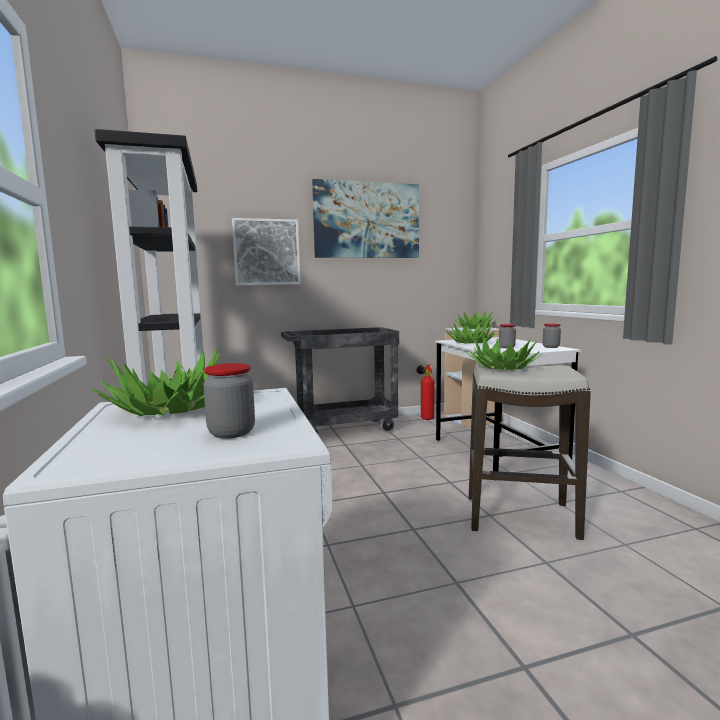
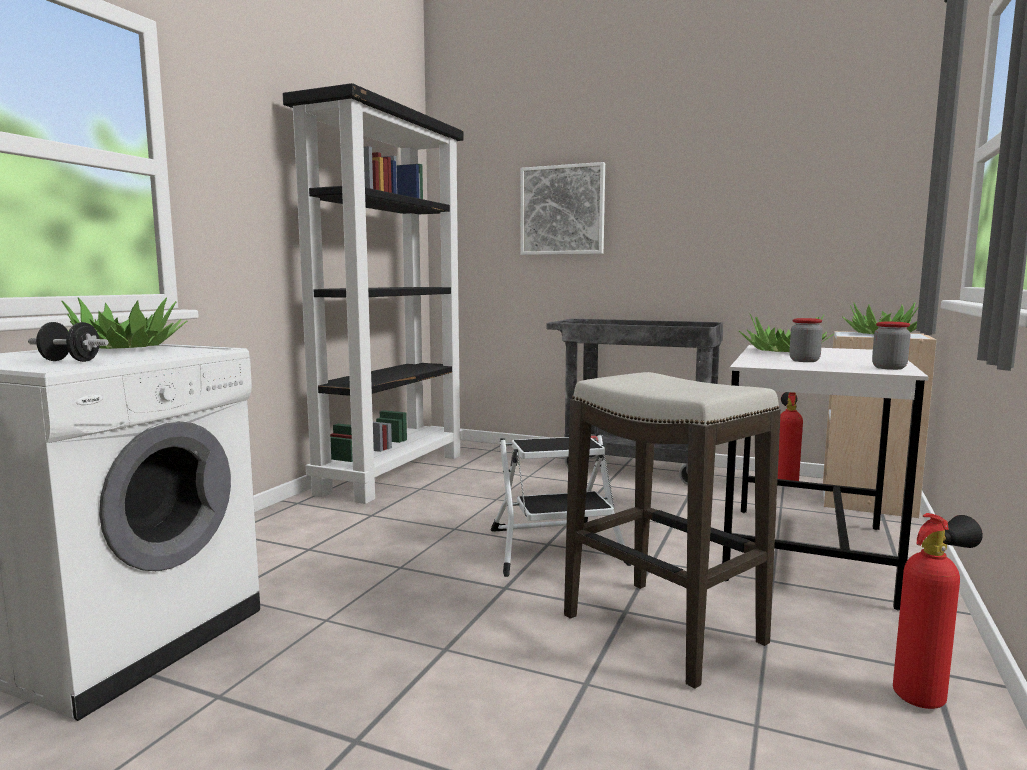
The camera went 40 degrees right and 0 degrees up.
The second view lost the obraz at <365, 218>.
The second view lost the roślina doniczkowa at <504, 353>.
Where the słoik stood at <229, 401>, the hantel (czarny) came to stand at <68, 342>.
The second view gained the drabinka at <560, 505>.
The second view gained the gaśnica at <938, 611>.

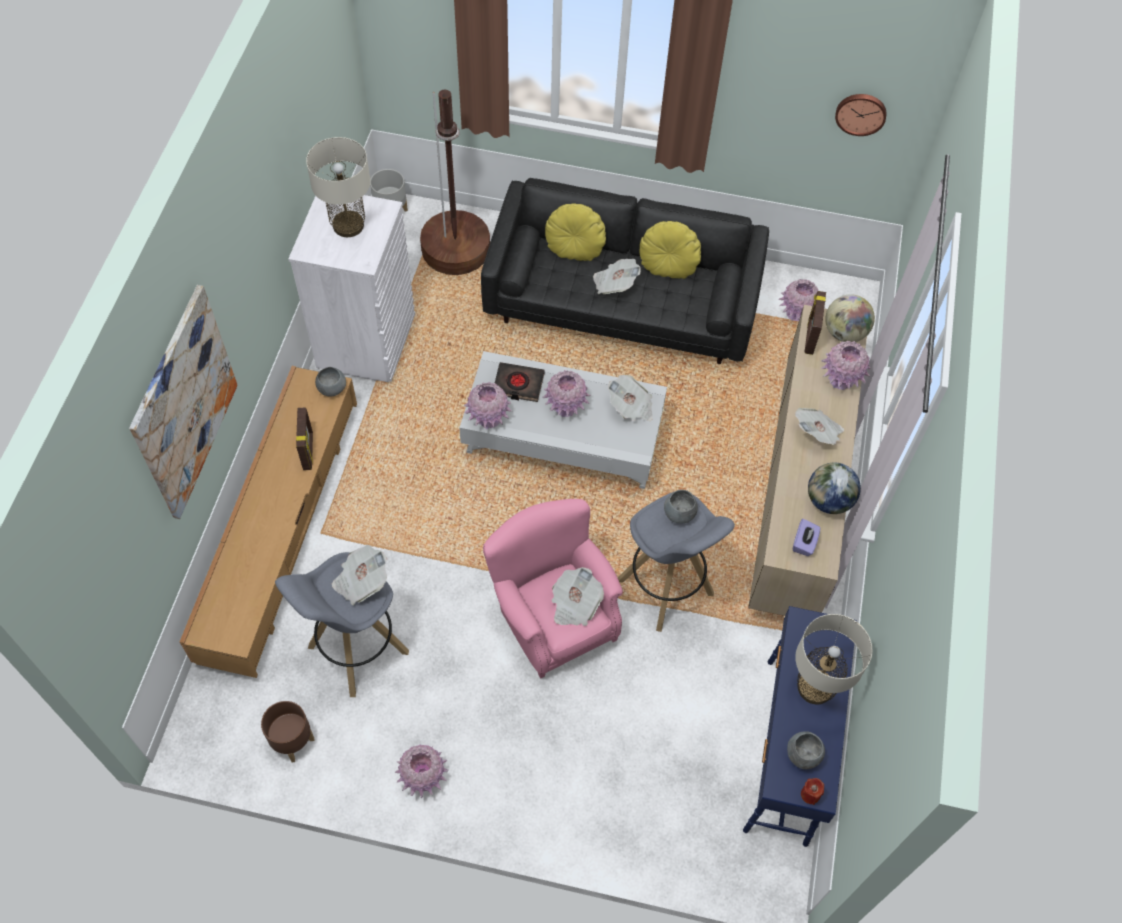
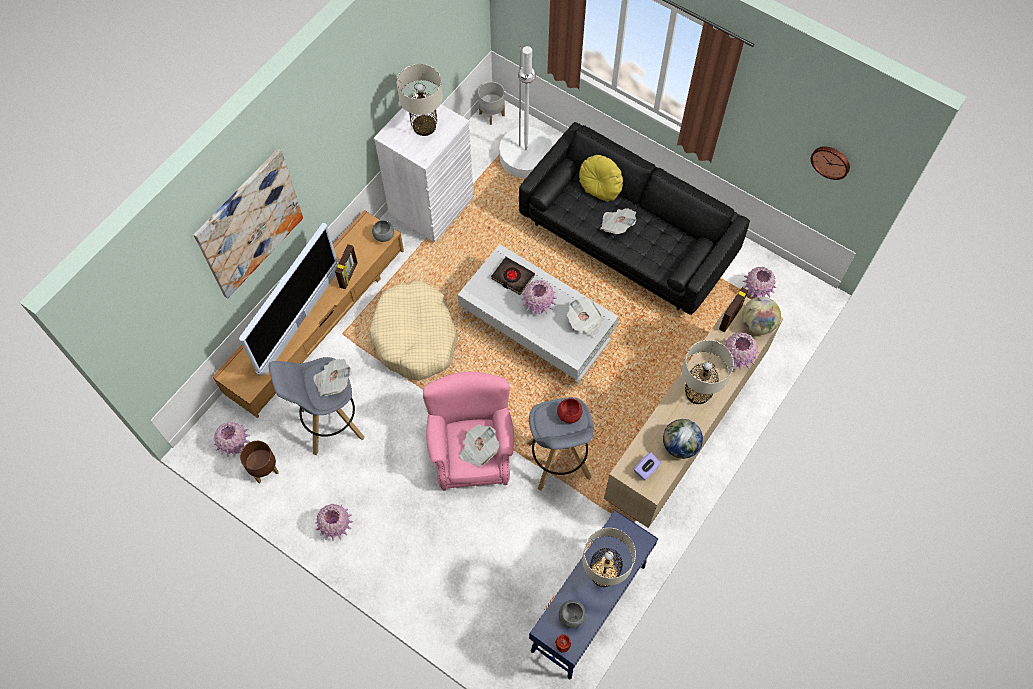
The camera went 25 degrees right and 5 degrees up.
What was the lampa stojąca (brązowy) at <455, 182> turned into the lampa stojąca (biały) at <526, 112>.
The second view lost the poduszka (żółty) at <670, 250>.
The wazon (różowy) ended up elsewhere, having gone from <488, 406> to <232, 439>.
Where the gazeta stood at <820, 426>, the lampa stołowa came to stand at <708, 372>.
What was the miska (szary) at <681, 506> turned into the miska (czerwony) at <569, 411>.
The second view gained the telewizor at <288, 299>.
The second view gained the legowisko (beżowy) at <414, 330>.

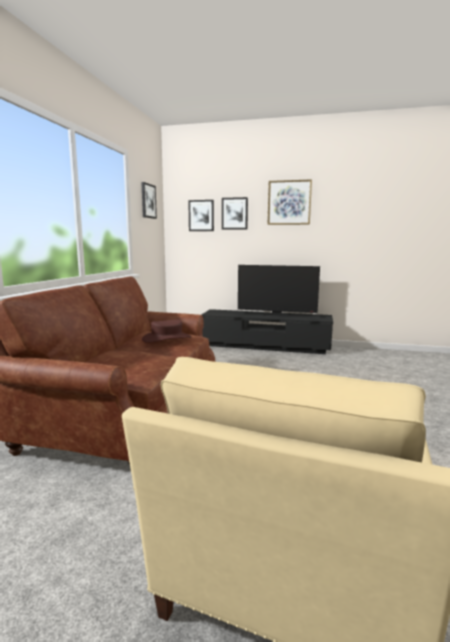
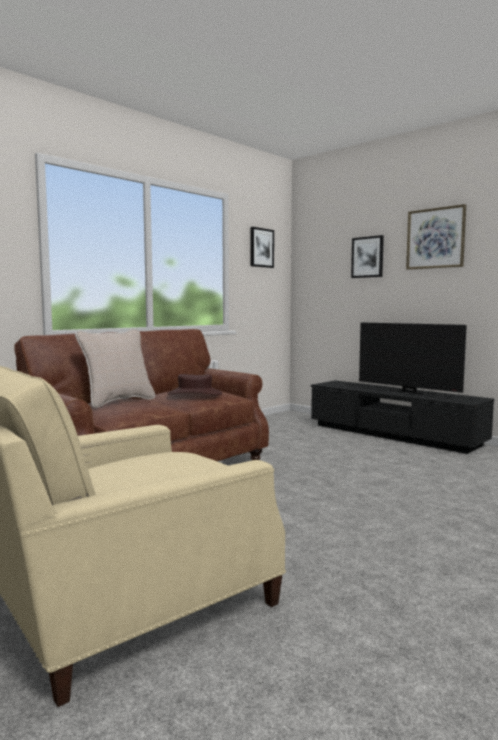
The camera went 30 degrees right and 5 degrees down.
The second view lost the obraz at <201, 215>.
The second view gained the poduszka (beżowy) at <115, 368>.

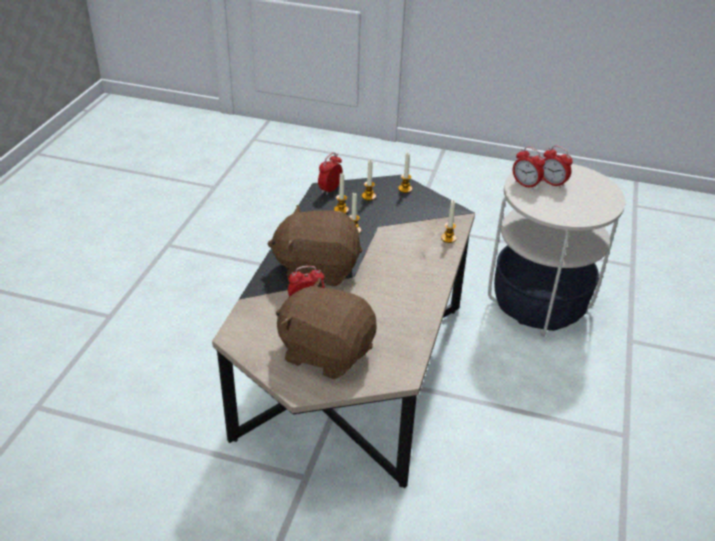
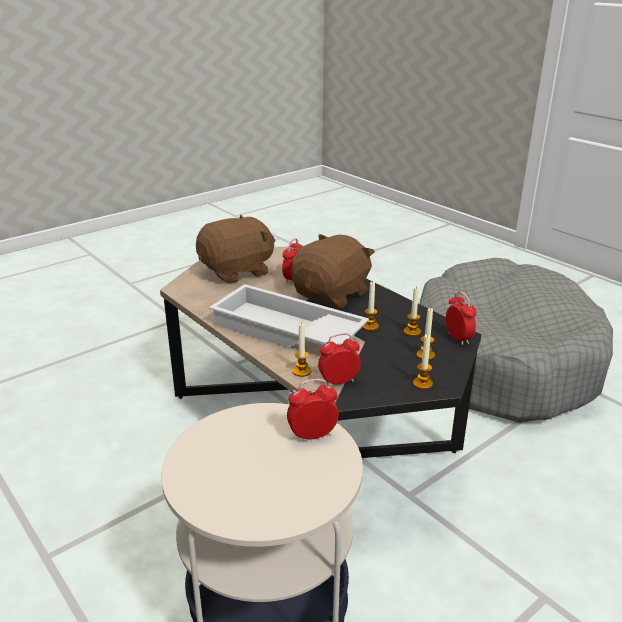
The camera went 125 degrees right and 10 degrees down.
The budzik ended up elsewhere, having gone from <557, 166> to <339, 359>.
The second view gained the legowisko (szary) at <516, 340>.
The second view gained the taca (biały) at <289, 316>.

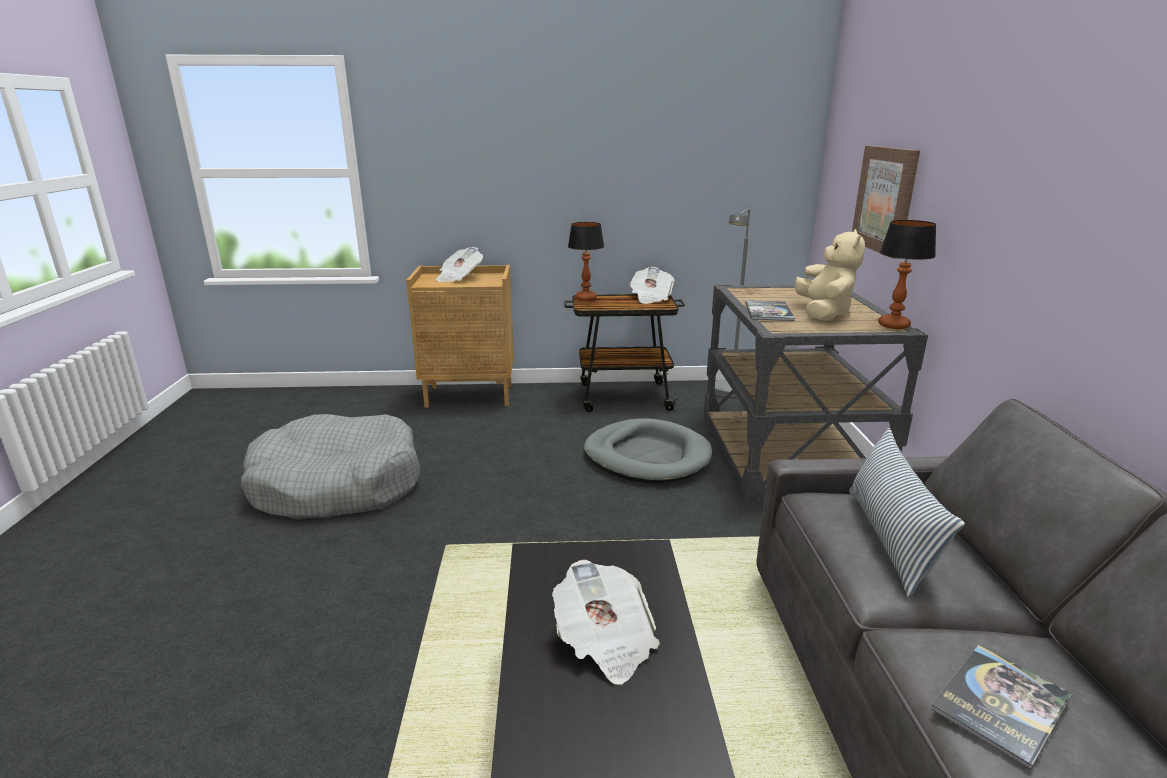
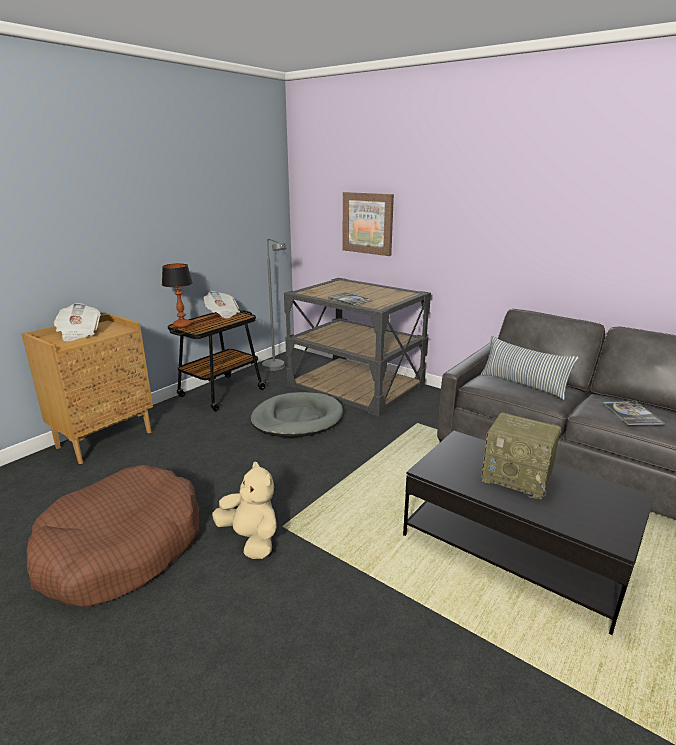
The camera went 50 degrees left and 0 degrees up.
The second view lost the lampa stołowa at <907, 274>.
The pluszak (beżowy) ended up elsewhere, having gone from <829, 275> to <244, 510>.
What was the legowisko (szary) at <330, 467> turned into the legowisko (brązowy) at <113, 536>.
Where the gazeta stood at <606, 622>, the radio came to stand at <521, 456>.

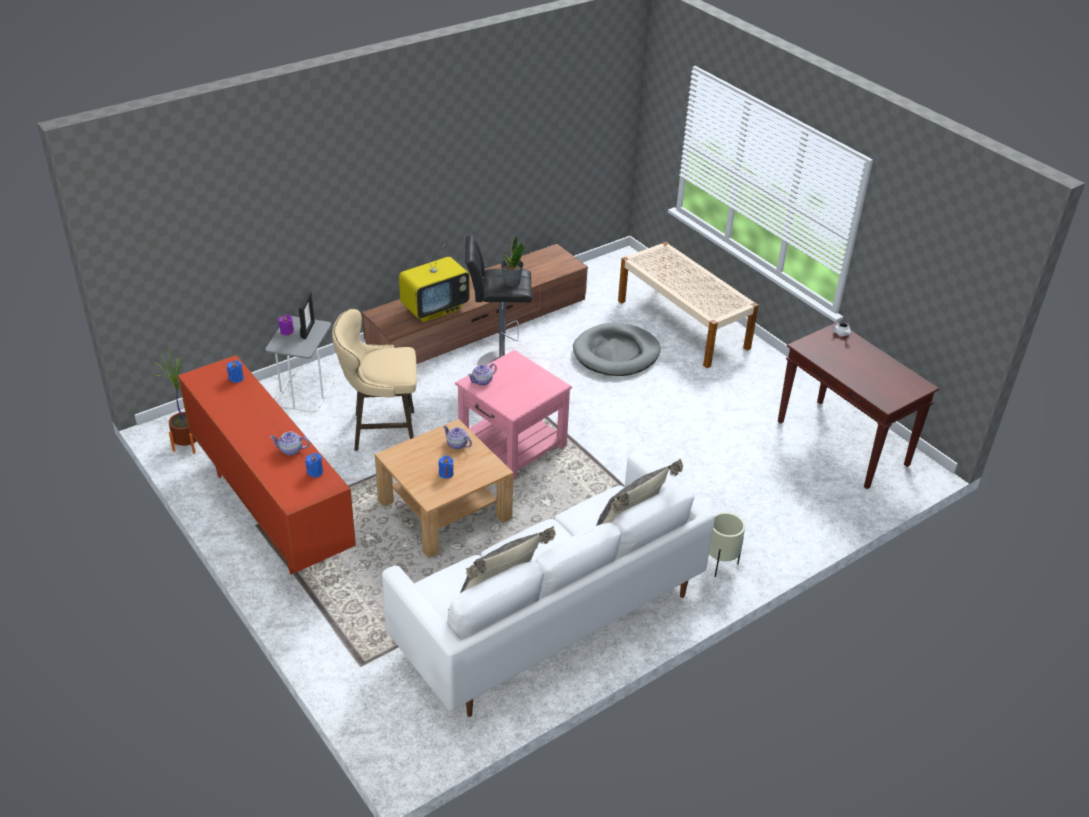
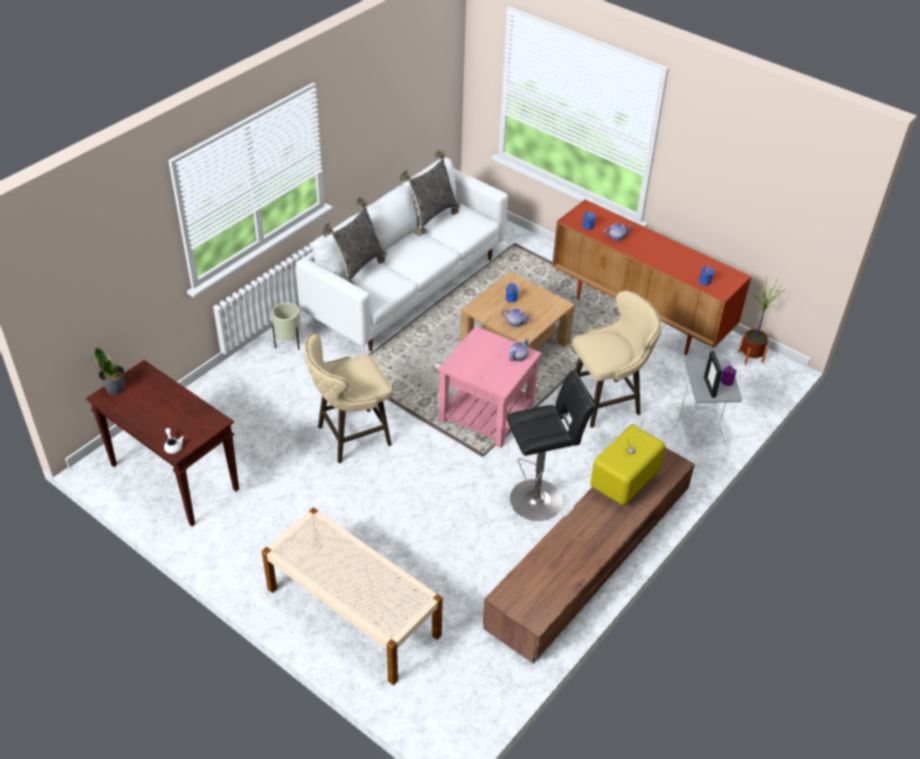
The camera went 165 degrees right and 5 degrees up.
The roślina doniczkowa ended up elsewhere, having gone from <512, 261> to <109, 371>.
The second view lost the legowisko (szary) at <617, 349>.
The second view gained the stołek (beżowy) at <348, 398>.

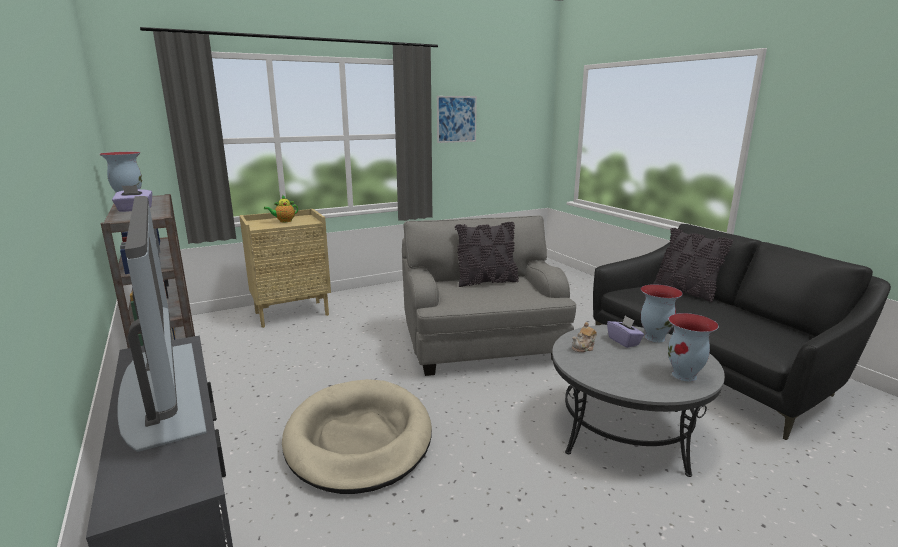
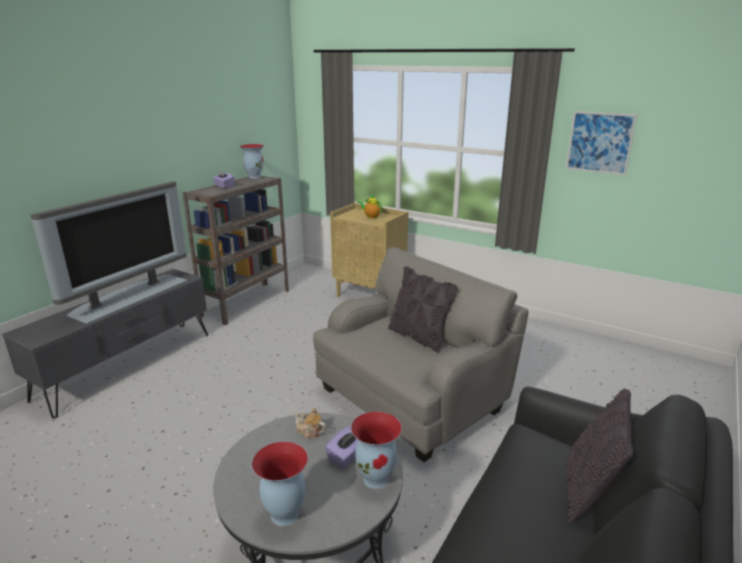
The camera went 60 degrees right and 5 degrees up.
The second view lost the legowisko (beżowy) at <357, 436>.

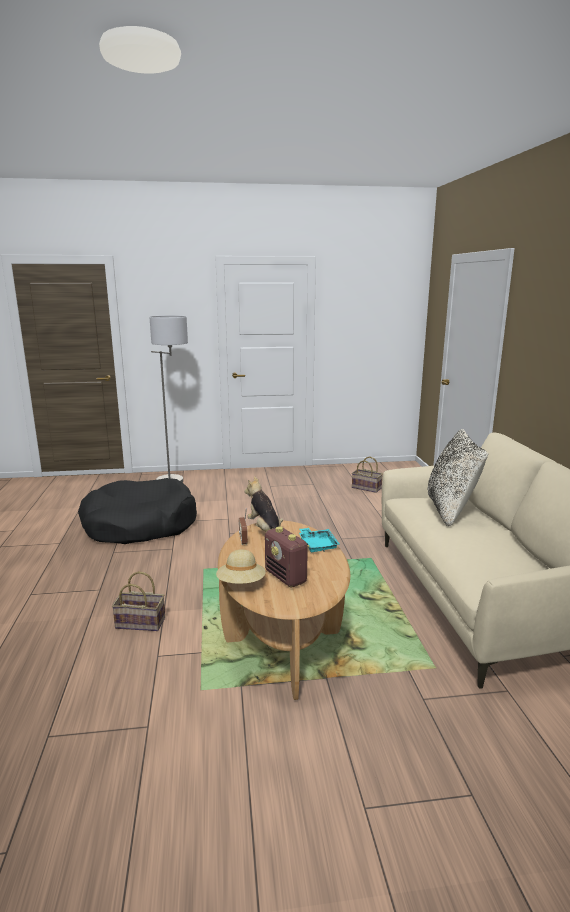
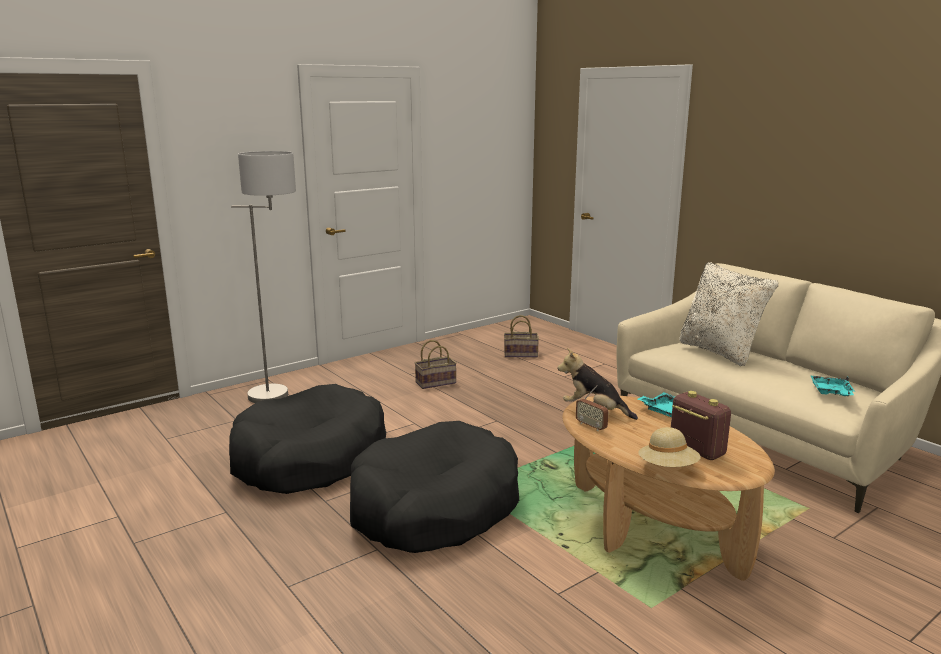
The camera went 30 degrees left and 0 degrees up.
The radio at <287, 556> ended up facing another way, 150 degrees counterclockwise from before.
The koszyk ended up elsewhere, having gone from <138, 601> to <435, 364>.
The second view gained the taca (turkusowy) at <832, 385>.
The second view gained the legowisko (czarny) at <434, 487>.

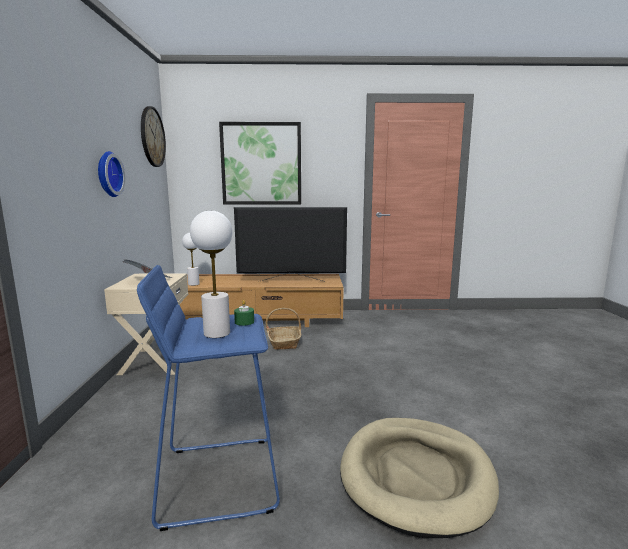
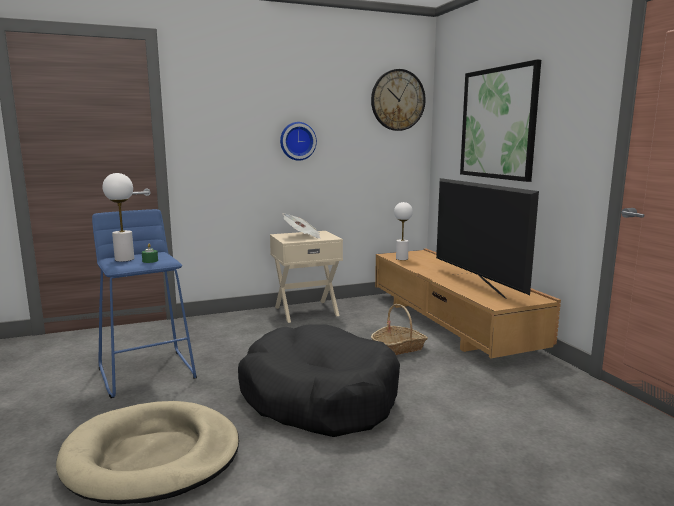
The camera went 70 degrees right and 0 degrees up.
The second view gained the legowisko (czarny) at <319, 380>.

